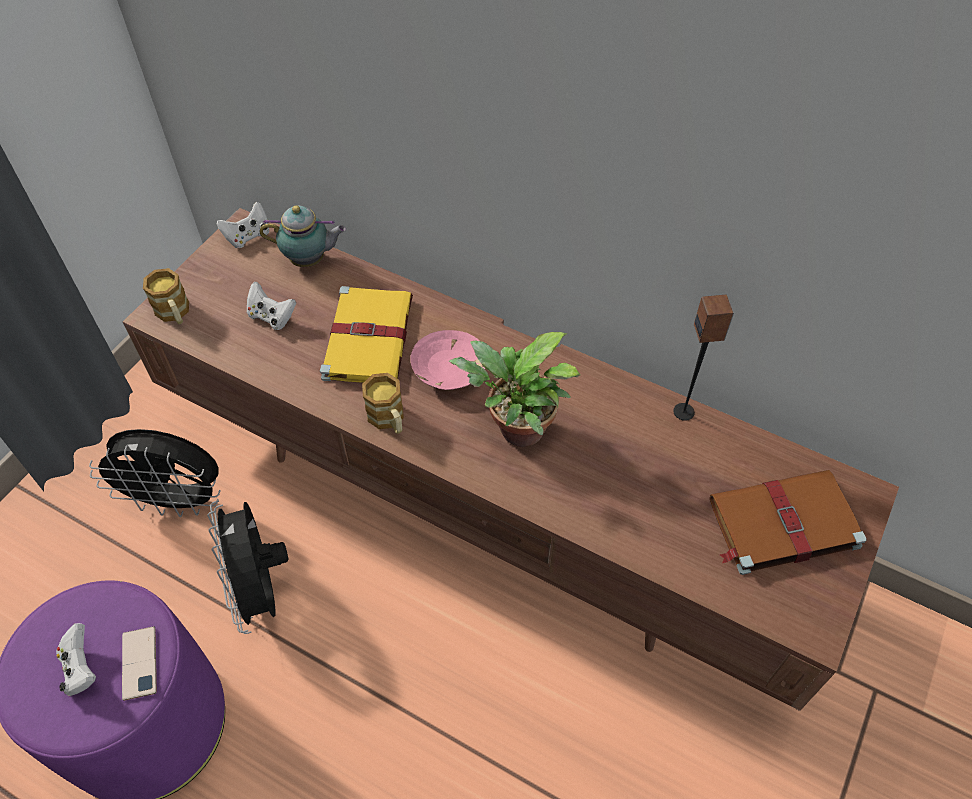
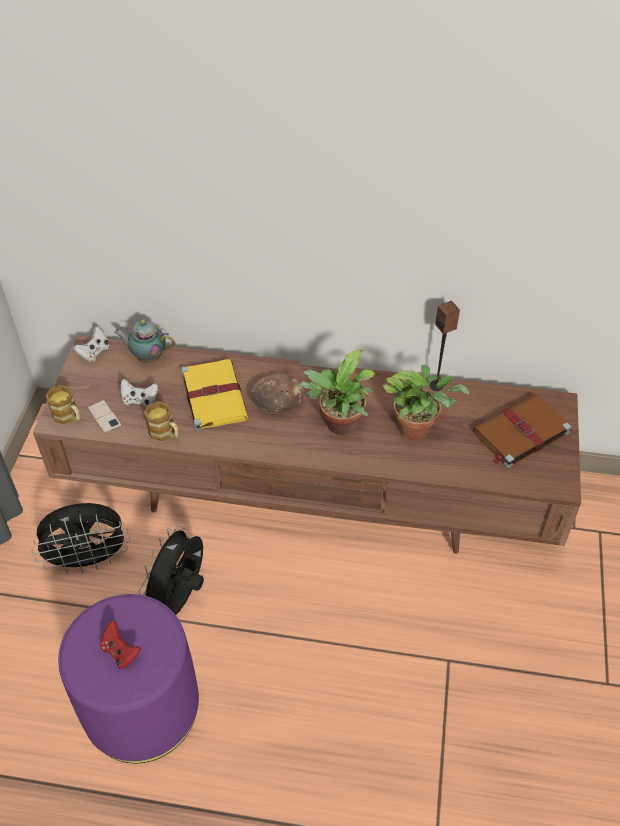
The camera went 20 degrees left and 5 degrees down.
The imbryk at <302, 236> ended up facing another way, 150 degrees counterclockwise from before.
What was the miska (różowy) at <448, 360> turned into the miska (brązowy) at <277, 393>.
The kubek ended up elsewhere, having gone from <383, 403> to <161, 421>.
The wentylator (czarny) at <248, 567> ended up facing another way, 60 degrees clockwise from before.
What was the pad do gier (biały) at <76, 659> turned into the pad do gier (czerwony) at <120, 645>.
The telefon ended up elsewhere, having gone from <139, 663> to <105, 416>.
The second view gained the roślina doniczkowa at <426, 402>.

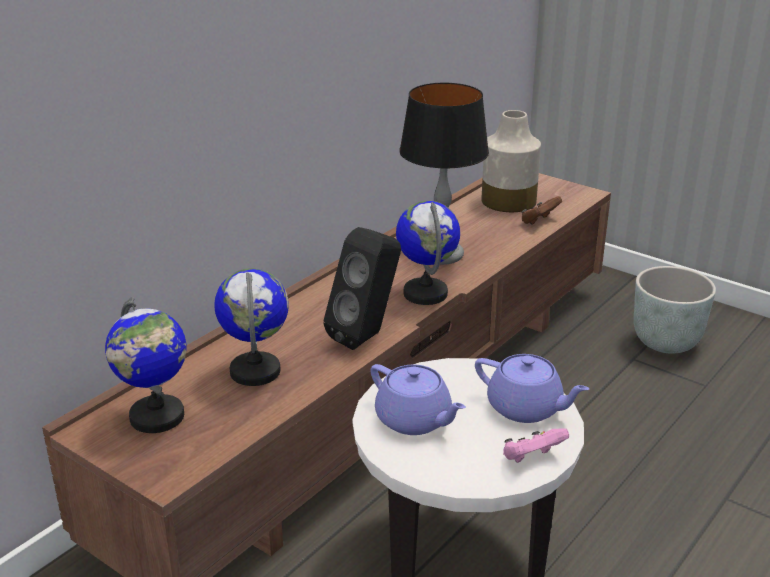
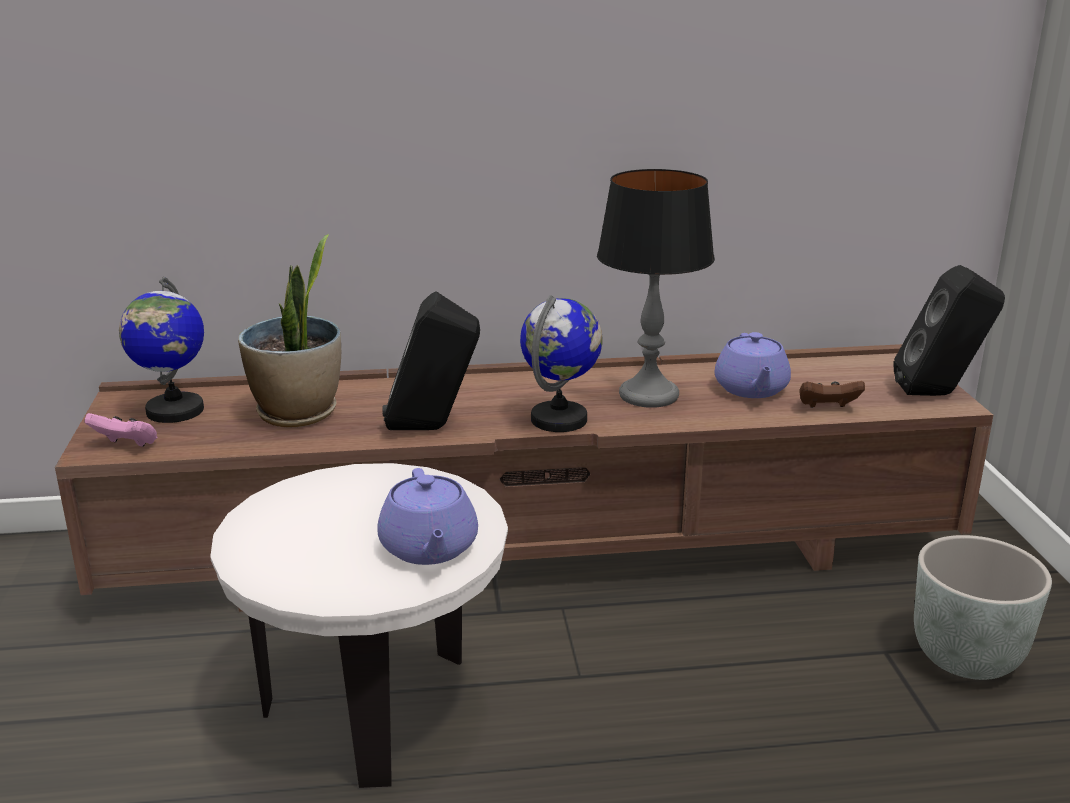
The camera went 45 degrees right and 5 degrees down.
The second view lost the wazon (beżowy) at <511, 161>.
Where the globus stood at <251, 327>, the roślina doniczkowa came to stand at <289, 331>.
The imbryk (fioletowy) ended up elsewhere, having gone from <418, 399> to <753, 365>.
The pad do gier (różowy) ended up elsewhere, having gone from <536, 445> to <121, 430>.
The second view gained the głośnik (czarny) at <949, 330>.

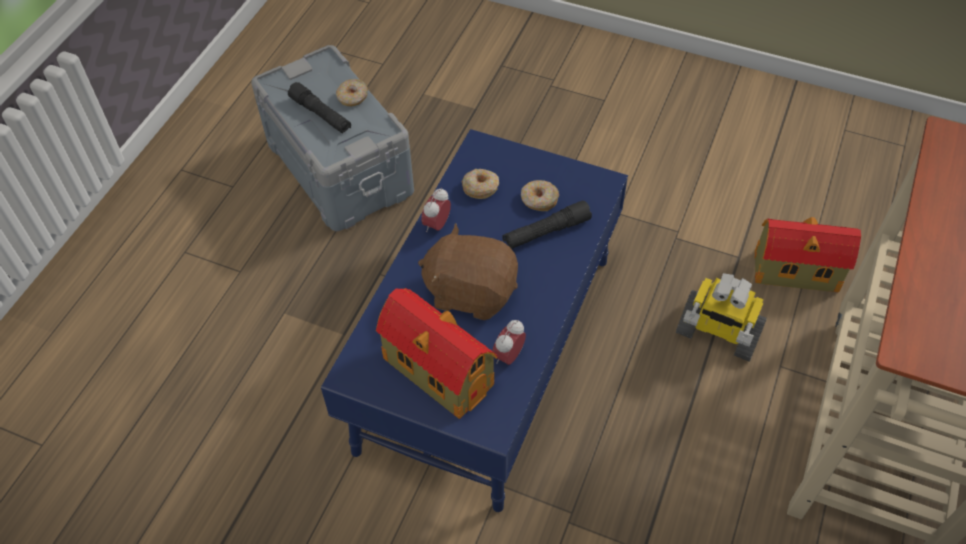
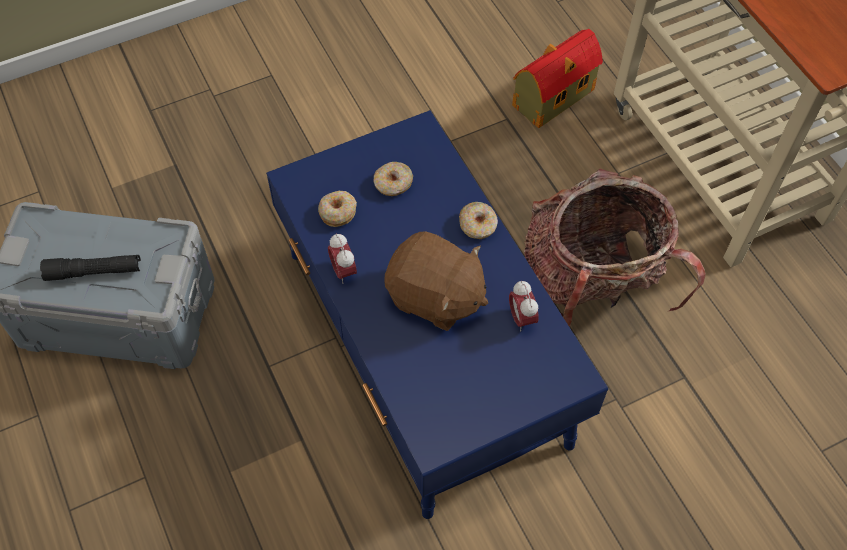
The camera went 50 degrees left and 5 degrees up.
The donut ended up elsewhere, having gone from <352, 92> to <478, 220>.
The second view lost the latarka (czarny) at <547, 225>.
The pluszak (brązowy) at <468, 271> ended up facing another way, 120 degrees counterclockwise from before.
The second view lost the robot zabawkowy at <721, 317>.
The second view lost the domek at <437, 353>.
The second view gained the plecak at <615, 247>.

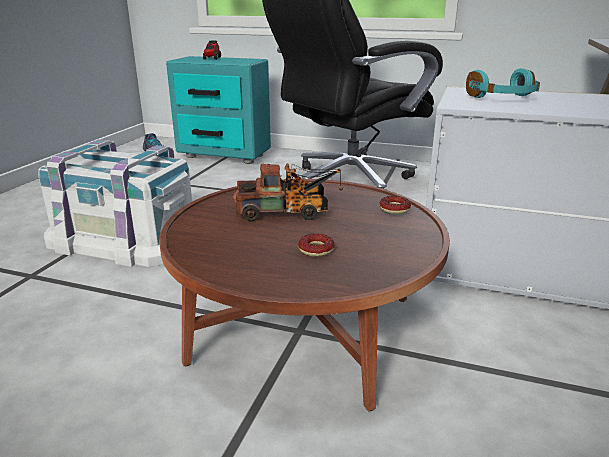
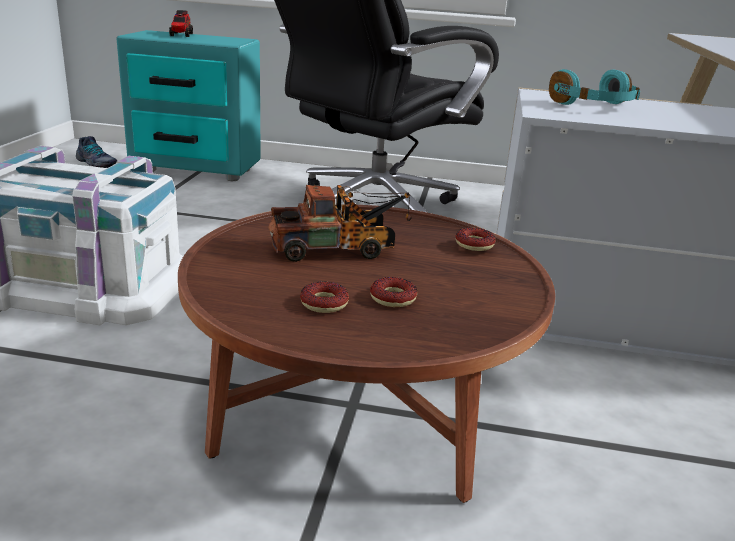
The camera went 10 degrees left and 0 degrees up.
The second view gained the donut at <324, 297>.

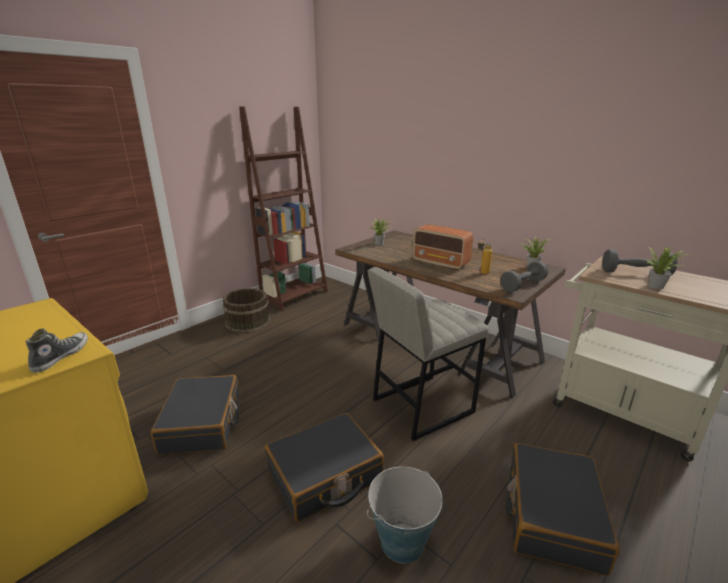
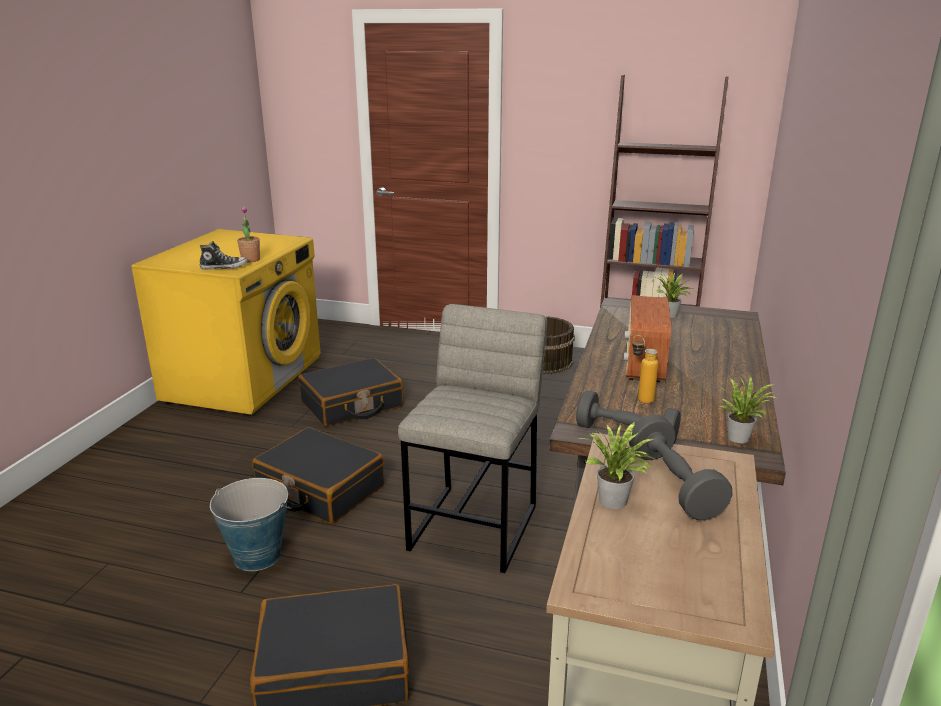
The camera went 65 degrees right and 0 degrees up.
The krzesło (szary) at <428, 354> ended up facing another way, 75 degrees clockwise from before.
The second view gained the roślina doniczkowa at <248, 234>.

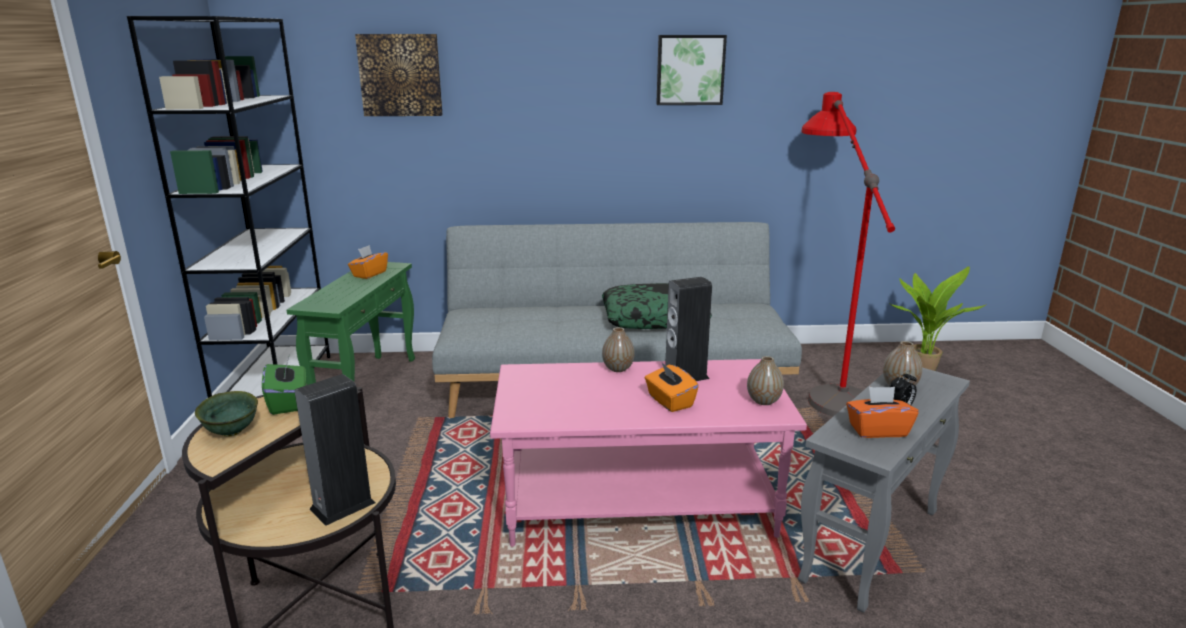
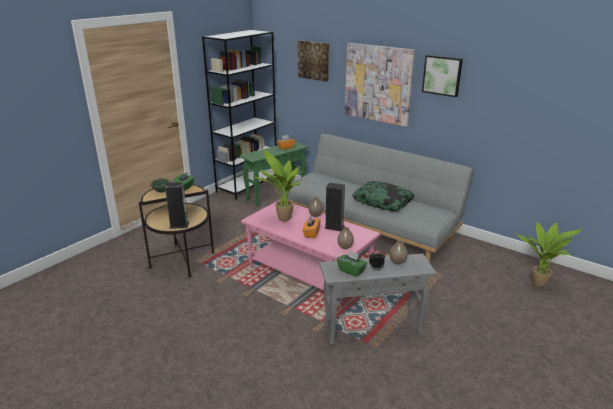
The camera went 40 degrees right and 5 degrees up.
The second view lost the lampa stojąca (czerwony) at <848, 254>.
What was the pudełko chusteczek (pomarańczowy) at <882, 412> turned into the pudełko chusteczek (zielony) at <352, 263>.
The second view gained the obraz at <380, 84>.
The second view gained the roślina doniczkowa at <280, 185>.

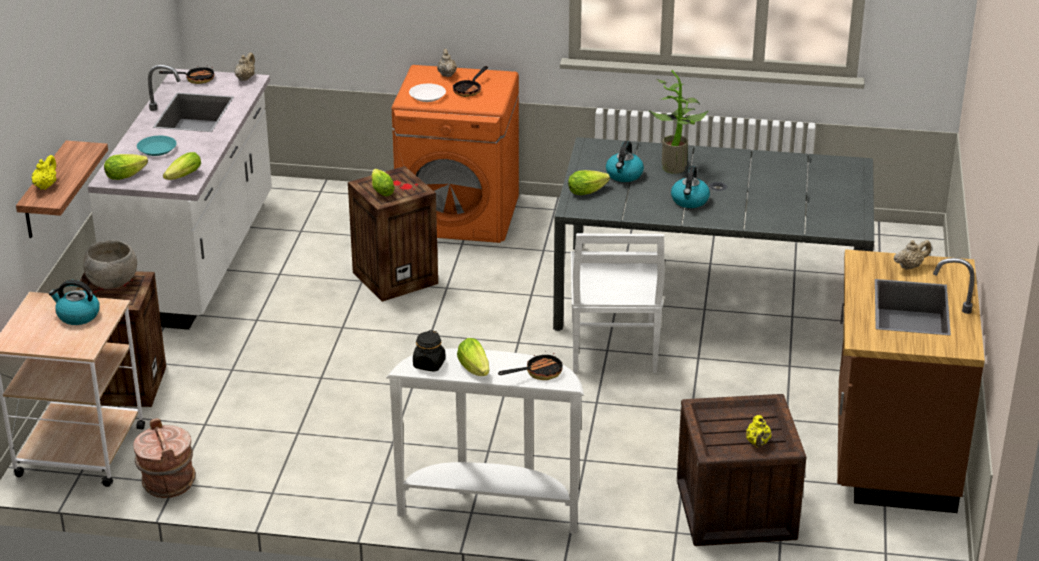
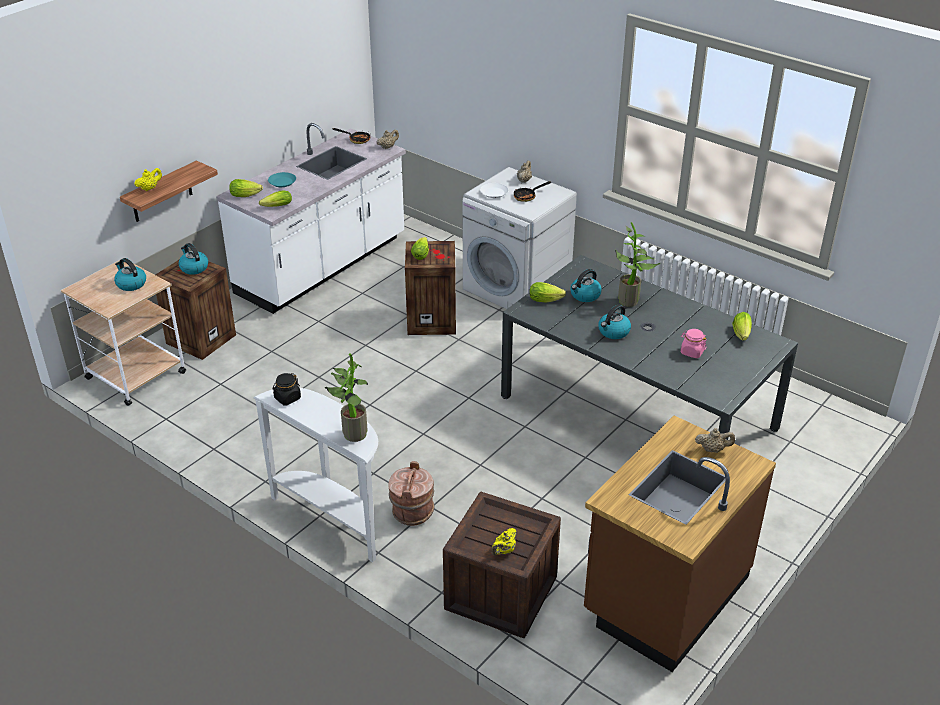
The camera went 30 degrees right and 5 degrees up.
What was the pralka (pomarańczowy) at <455, 154> turned into the pralka (biały) at <519, 238>.
The second view lost the krzesło (biały) at <618, 303>.
Where the miska (szary) stood at <110, 264>, the czajnik came to stand at <193, 259>.
The sałata ended up elsewhere, having gone from <473, 357> to <742, 326>.
Where the patelnia stood at <530, 364>, the roślina doniczkowa came to stand at <346, 398>.
The wiadro (brązowy) ended up elsewhere, having gone from <164, 458> to <411, 493>.
The second view gained the słoik (różowy) at <694, 343>.

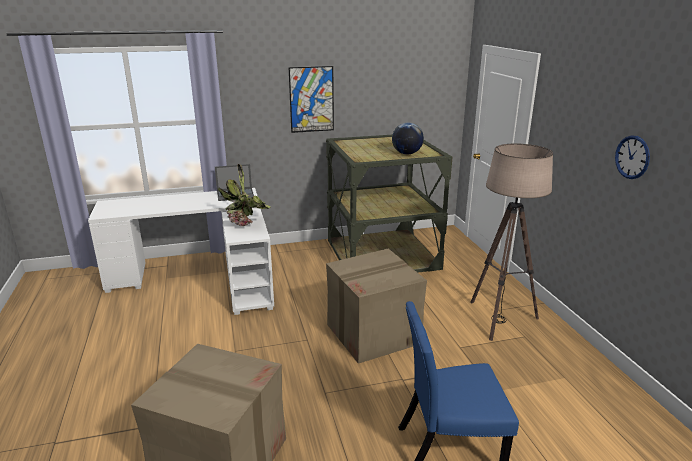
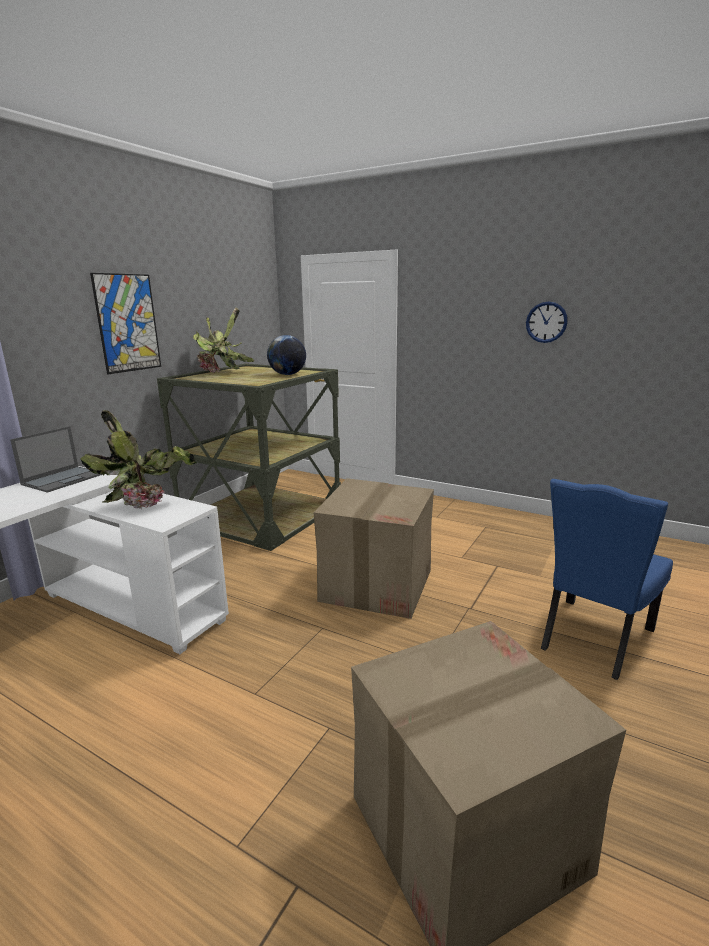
The camera went 45 degrees left and 5 degrees down.
The second view lost the lampa stojąca at <511, 242>.
The second view gained the roślina doniczkowa at <223, 340>.

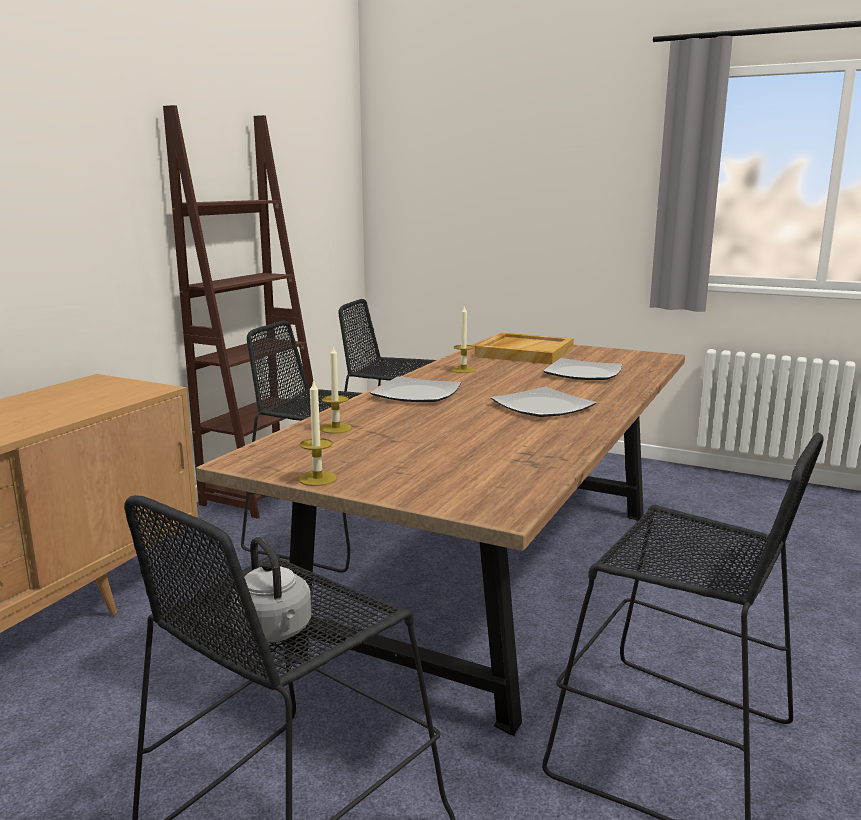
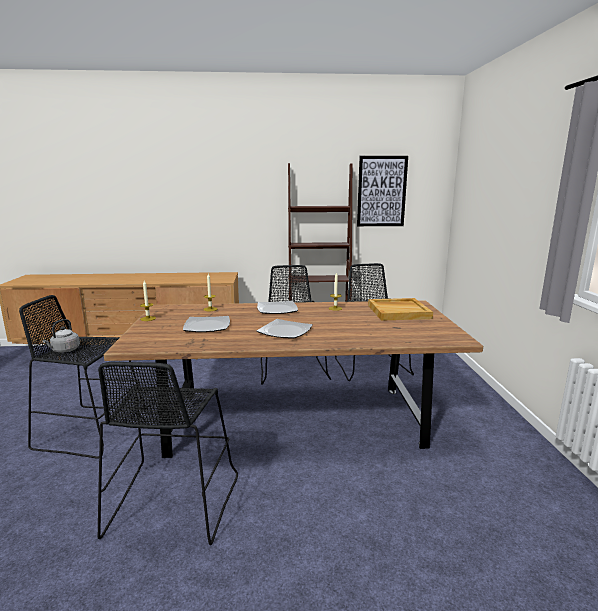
The camera went 60 degrees right and 0 degrees up.
The talerz ended up elsewhere, having gone from <582, 369> to <206, 324>.
The second view gained the obraz at <382, 191>.

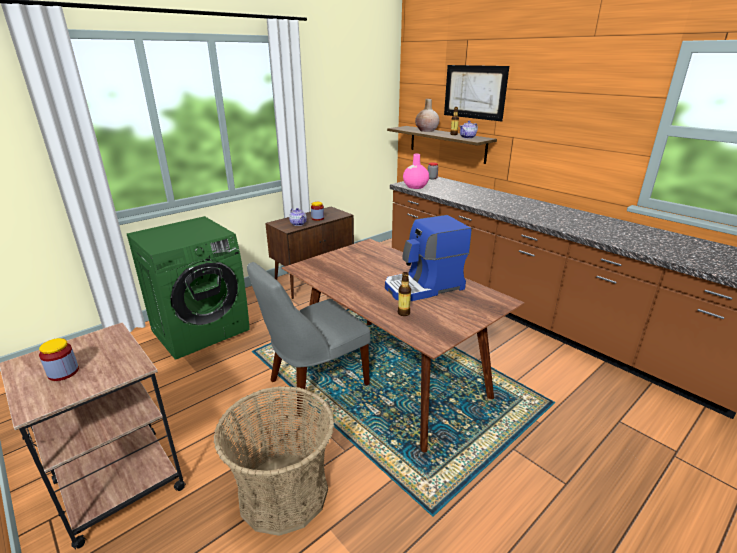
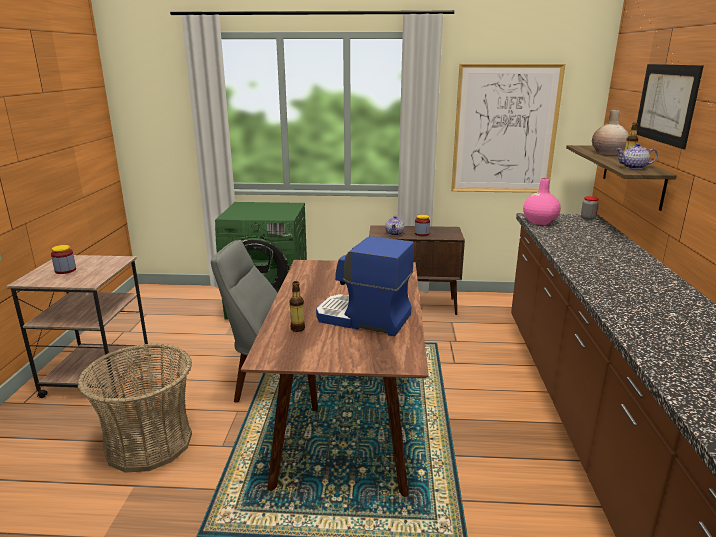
The camera went 45 degrees right and 5 degrees down.
The second view gained the obraz at <508, 128>.

